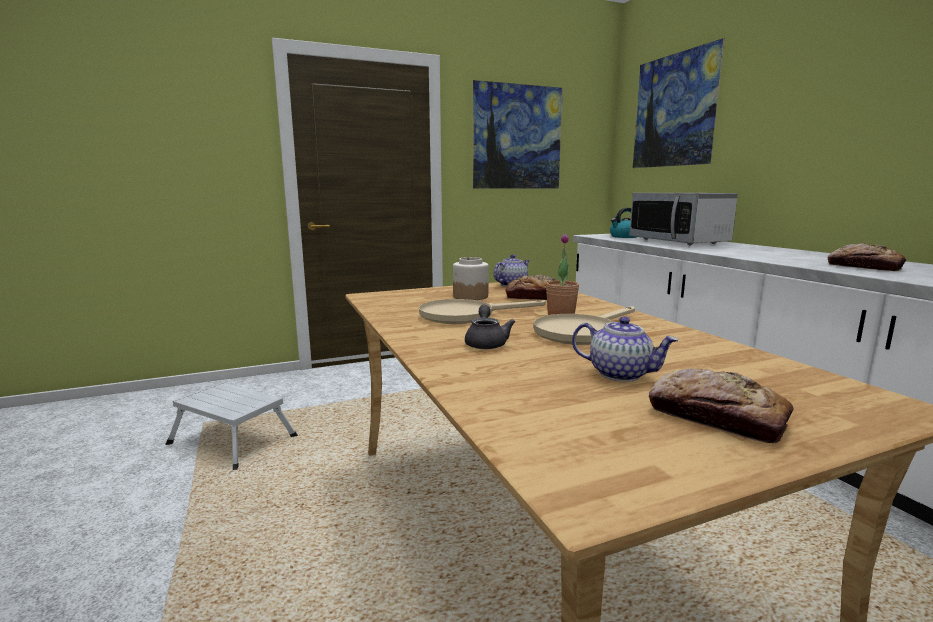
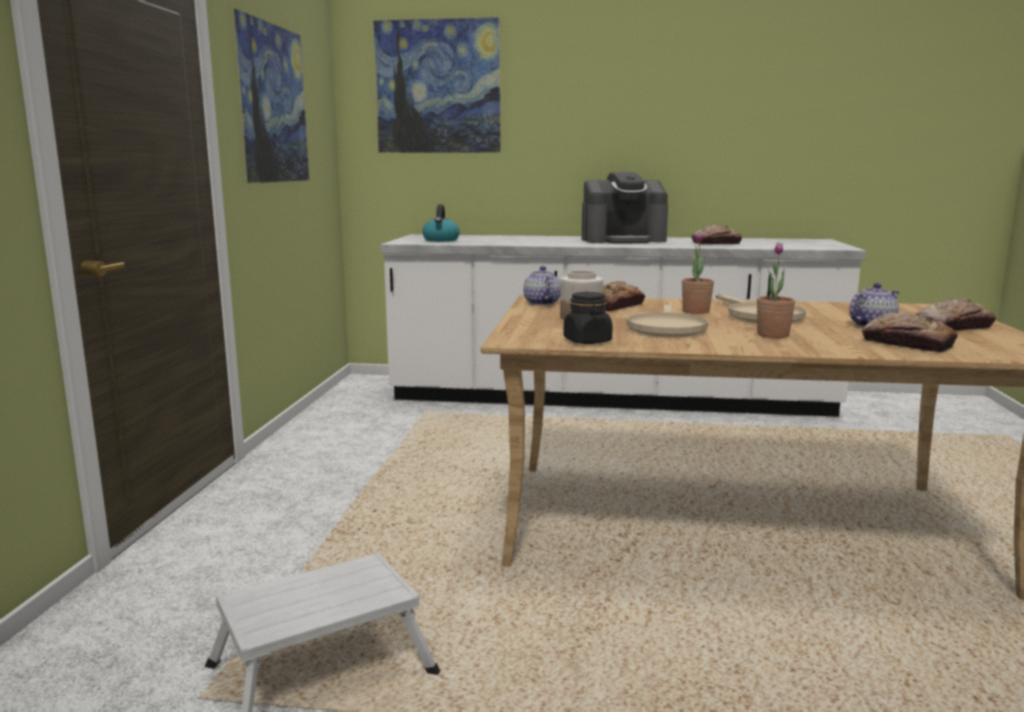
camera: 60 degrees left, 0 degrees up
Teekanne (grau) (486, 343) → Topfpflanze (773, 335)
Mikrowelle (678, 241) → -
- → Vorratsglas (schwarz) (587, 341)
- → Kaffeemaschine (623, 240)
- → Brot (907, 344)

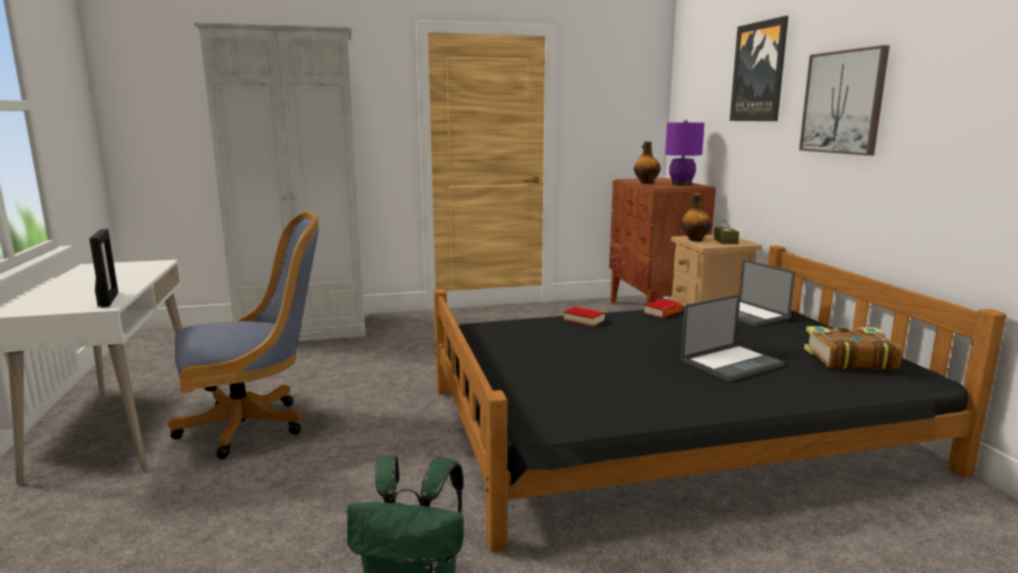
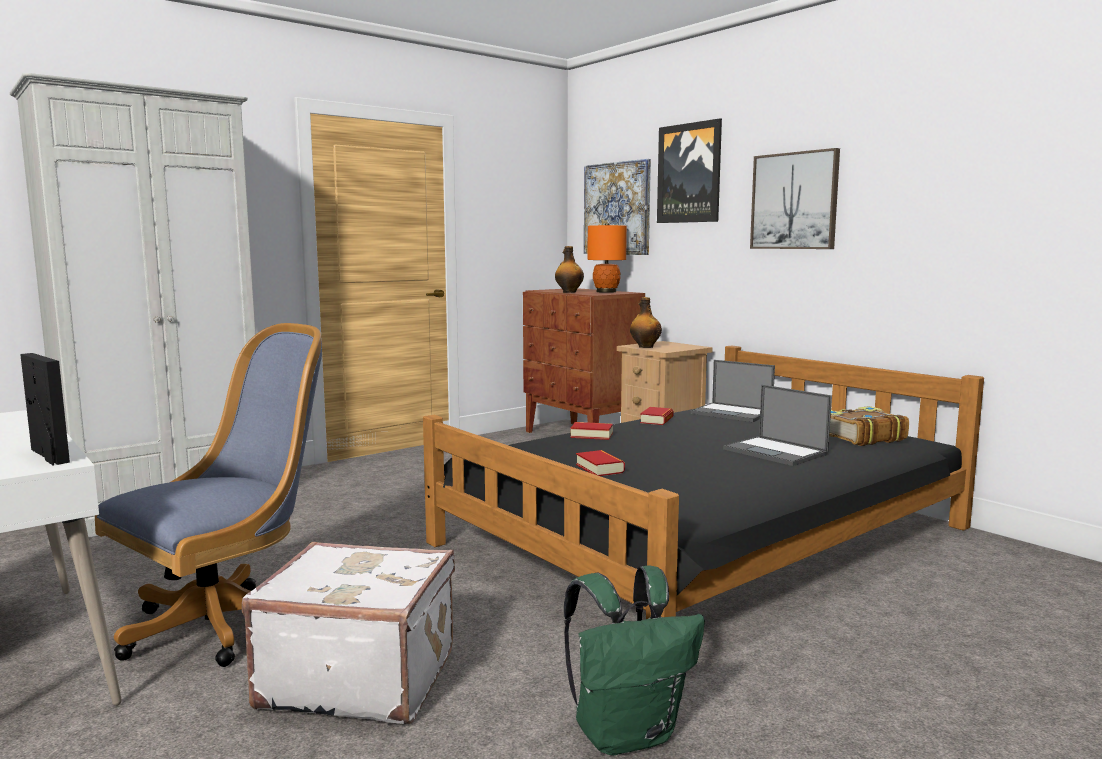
camera: 25 degrees left, 5 degrees down
Tischlampe (lila) (681, 184) → Tischlampe (orange) (606, 291)
Laptop (732, 362) → Laptop (776, 452), 105 degrees clockwise
Taschentuchbox (braun) (725, 241) → -
- → Koffer (weiß) (360, 677)
- → Buch (599, 468)
- → Bild (617, 208)

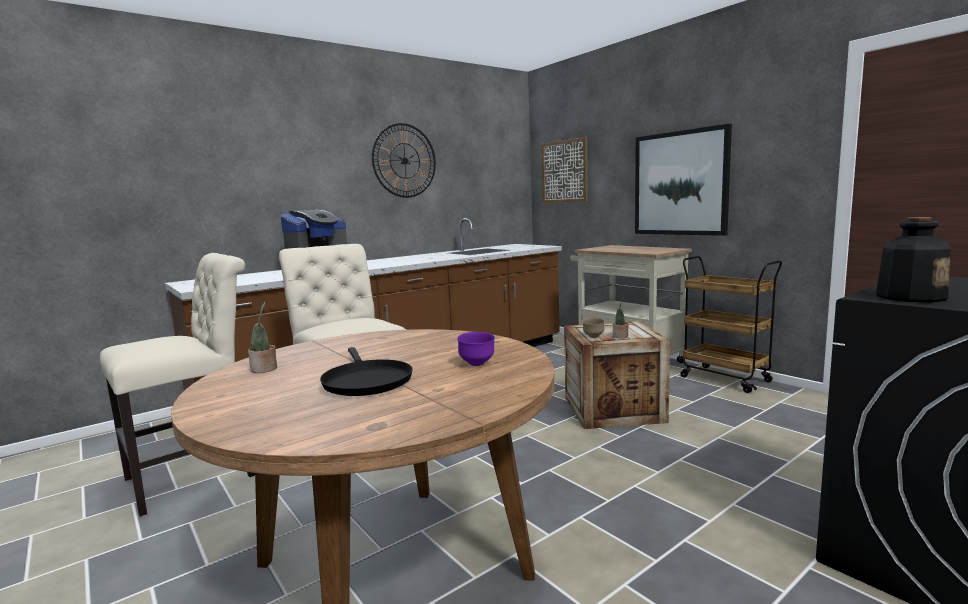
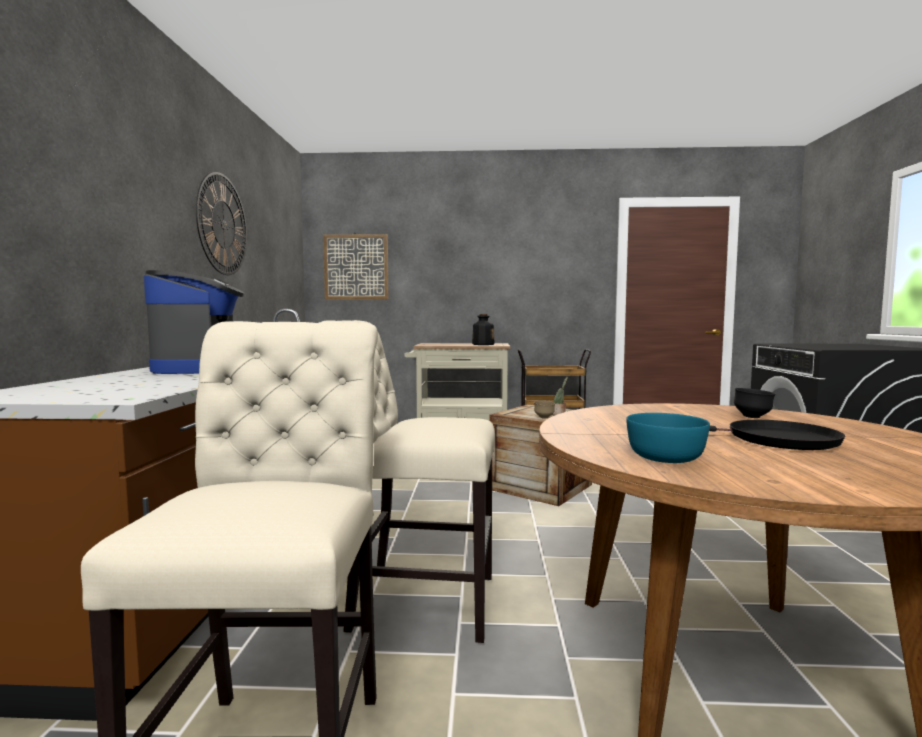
camera: 50 degrees left, 5 degrees down
Topfpflanze (265, 369) → Schüssel (türkis) (665, 457)
Schüssel (lila) (477, 364) → Schüssel (schwarz) (753, 417)
Bild (680, 183) → -
Flasche (910, 297) → Flasche (482, 344), shifted

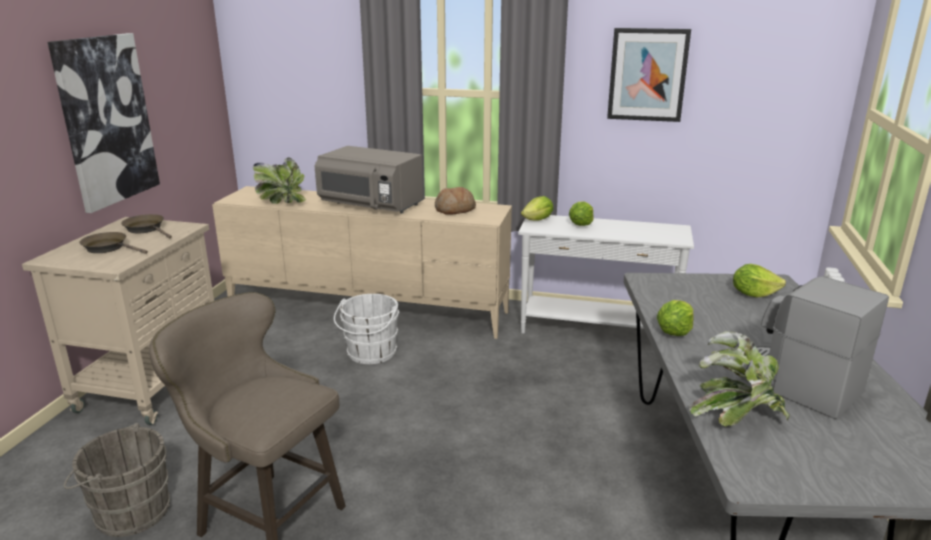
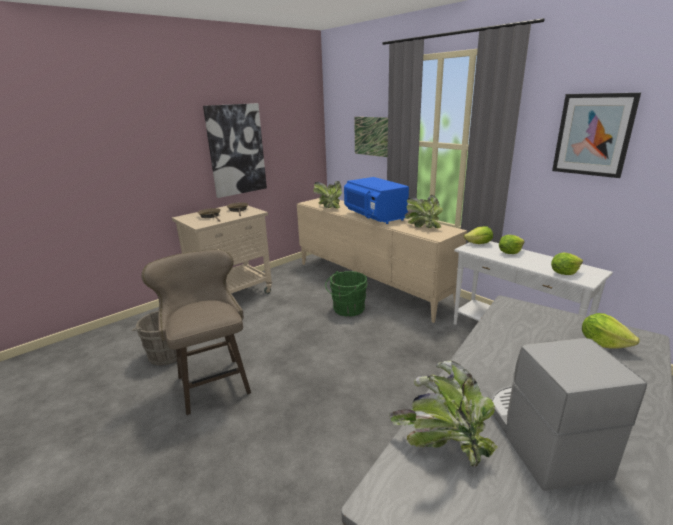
camera: 35 degrees right, 0 degrees up
Mikrowelle (grau) (371, 206) → Mikrowelle (blau) (375, 216)
Eimer (weiß) (370, 354) → Eimer (grün) (347, 309)
Brot (455, 210) → Topfpflanze (423, 227)
Salatkopf (674, 332) → Salatkopf (564, 273), shifted
- → Bild (371, 136)

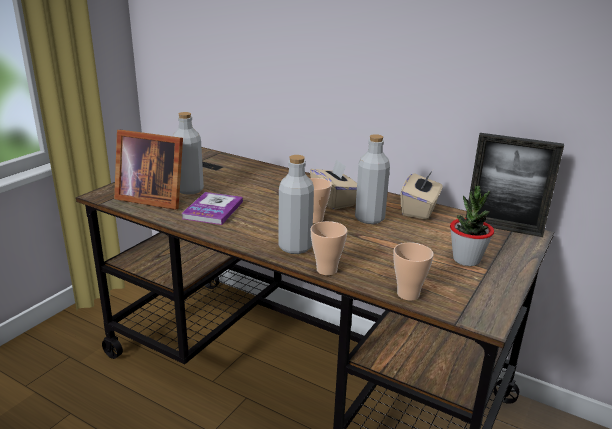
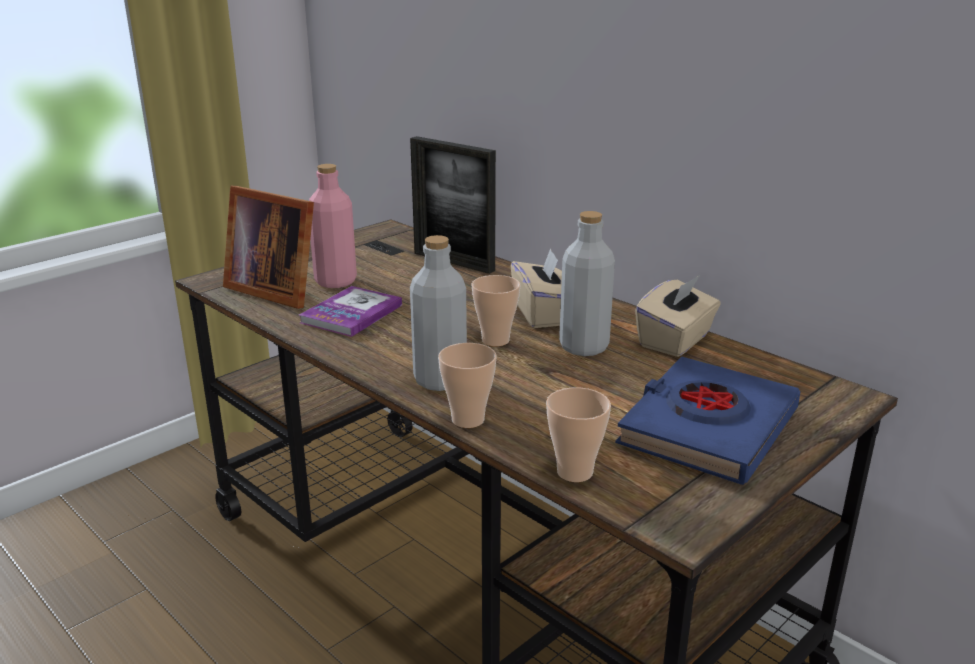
camera: 15 degrees right, 0 degrees up
Flasche (grau) (189, 190) → Flasche (rosa) (335, 281)
Topfpflanze (466, 260) → Buch (blau) (707, 428)
Bilderrahmen (503, 228) → Bilderrahmen (453, 262), shifted

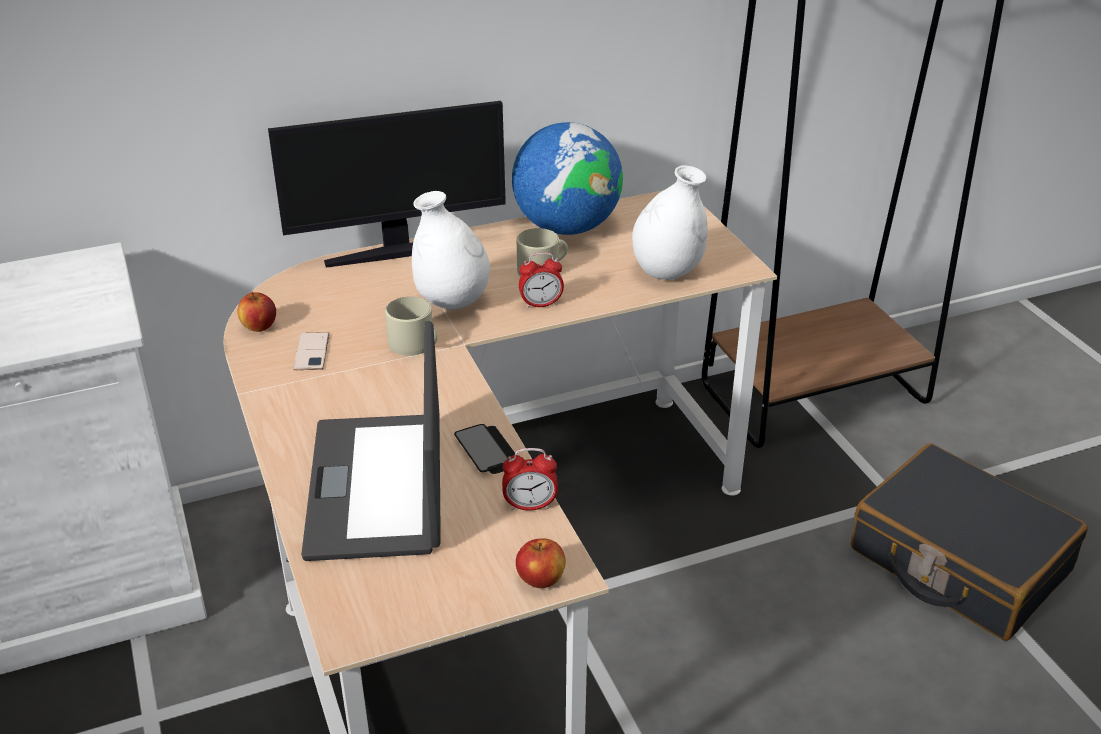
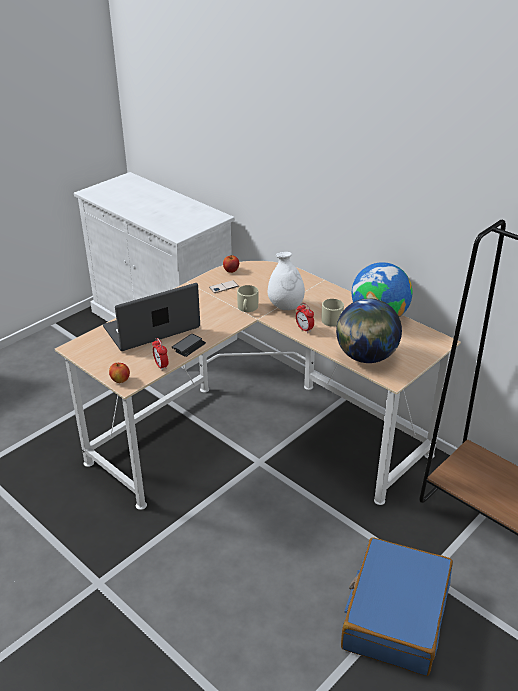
camera: 65 degrees right, 0 degrees up
Monitor (398, 251) → -
Vase (weiß) (667, 272) → Globus (366, 357)
Koffer (schwarz) (958, 561) → Koffer (blau) (395, 615)

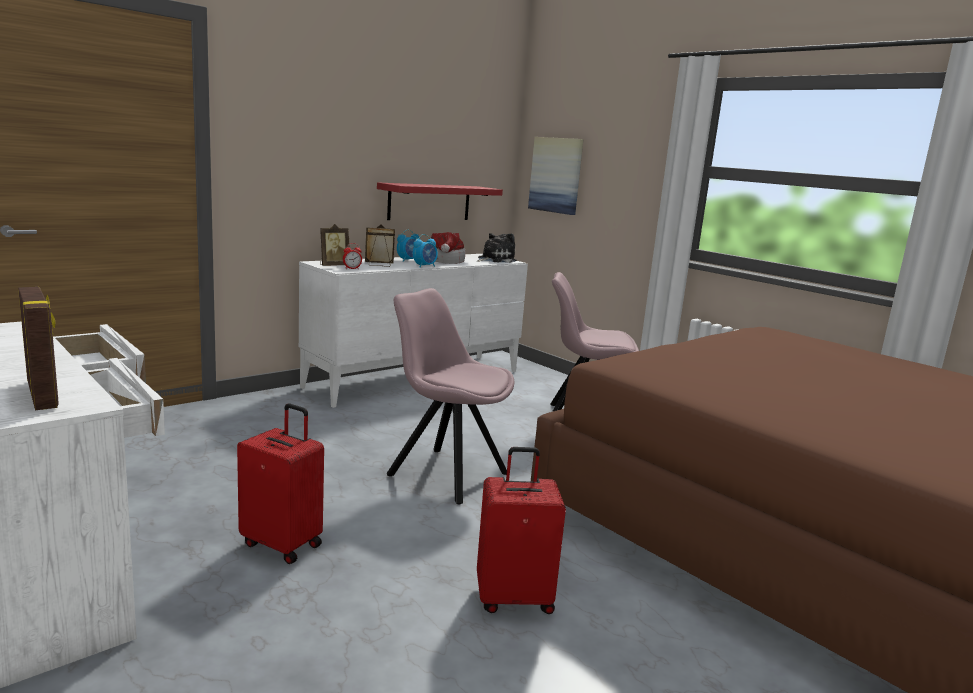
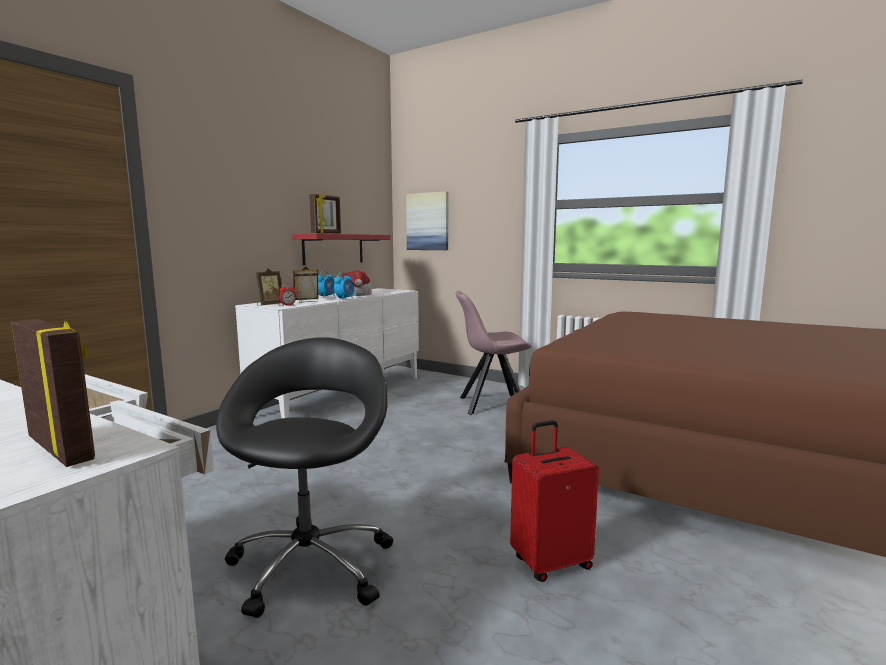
camera: 15 degrees left, 5 degrees down
Koffer (rot) (283, 544) → Bürostuhl (schwarz) (312, 564)
Stuhl (rosa) (446, 474) → -
Plüschtier (494, 260) → -
- → Bilderrahmen (327, 233)

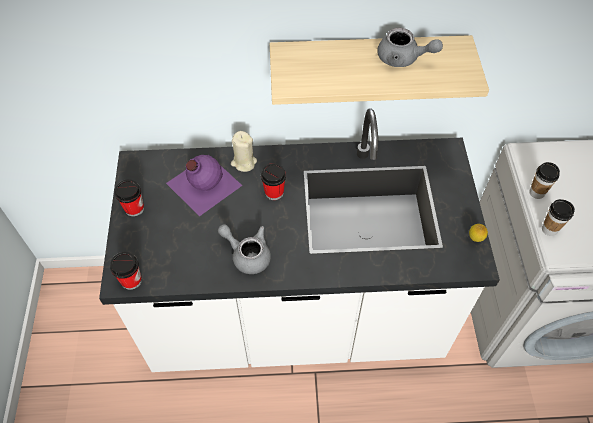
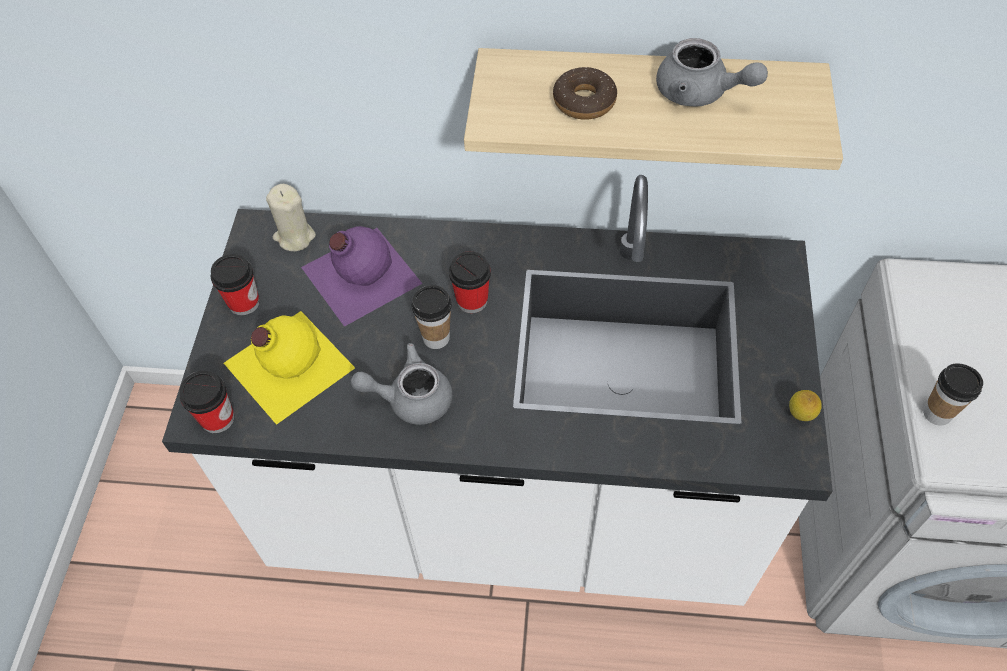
camera: 10 degrees right, 0 degrees up
Teekanne (grau) (247, 255) → Teekanne (grau) (410, 398), 45 degrees counterclockwise
Kerze (beige) (243, 162) → Kerze (beige) (294, 236), shifted
Tasse (536, 192) → Tasse (436, 338), shifted
- → Flasche (gelb) (286, 365)
- → Donut (584, 101)

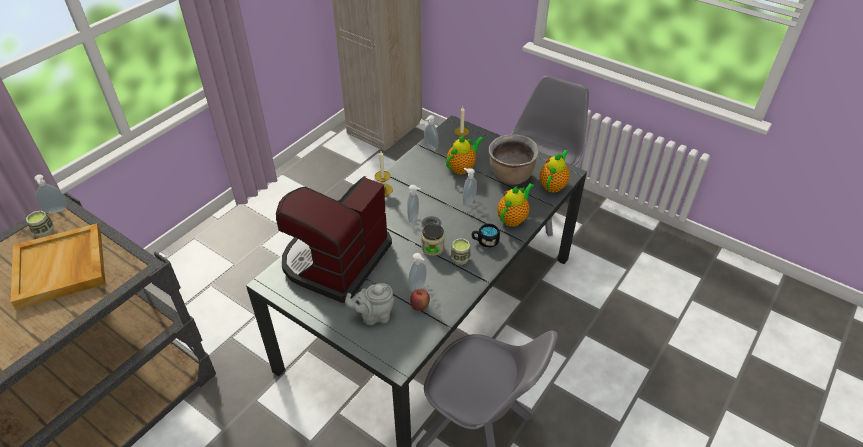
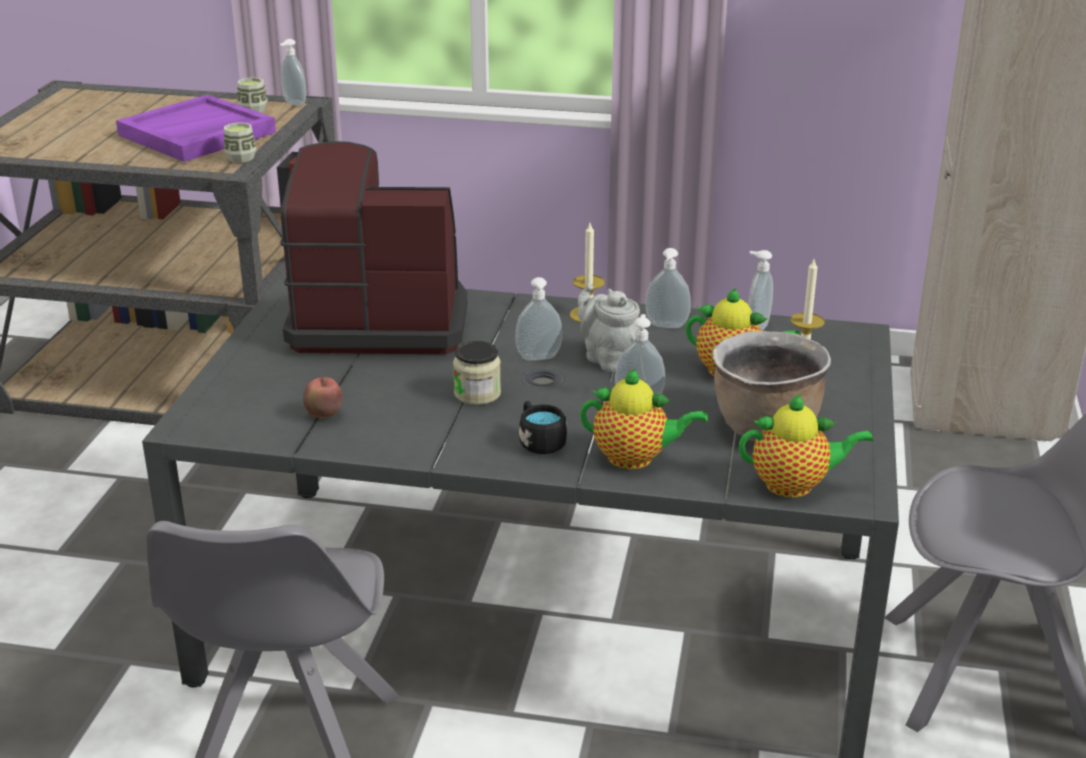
camera: 65 degrees right, 15 degrees down
Tablett (beige) (61, 268) → Tablett (lila) (197, 134)
Teekanne (grau) (374, 316) → Teekanne (grau) (608, 358), shifted
Seifenspender (418, 287) → Seifenspender (666, 326), shifted
Tasse (460, 259) → Tasse (241, 158), shifted

